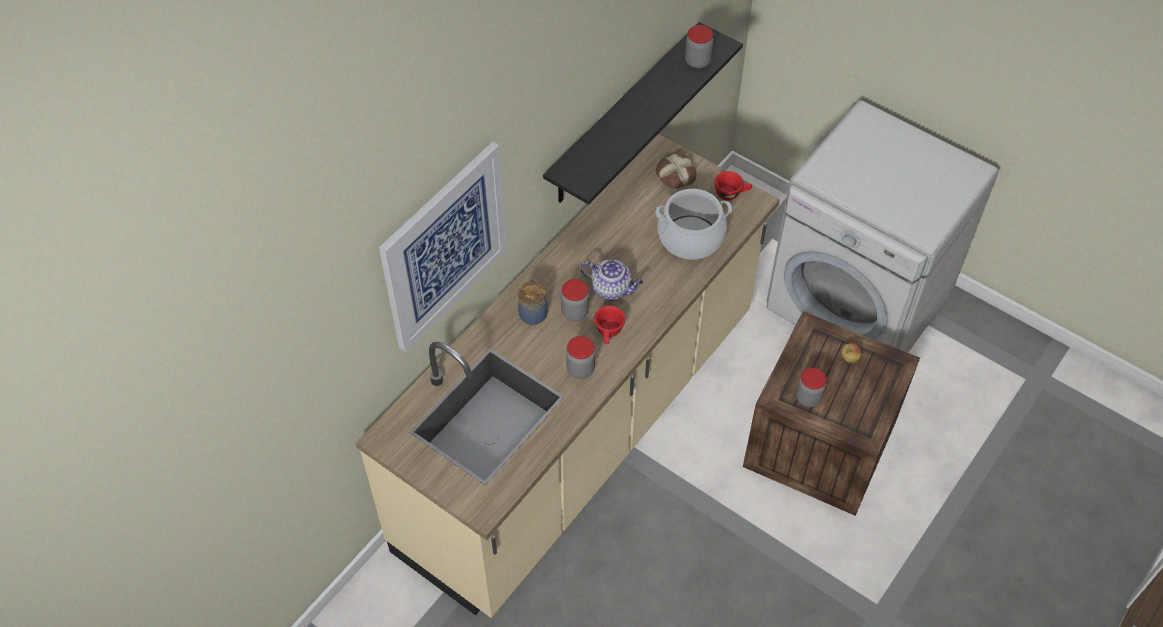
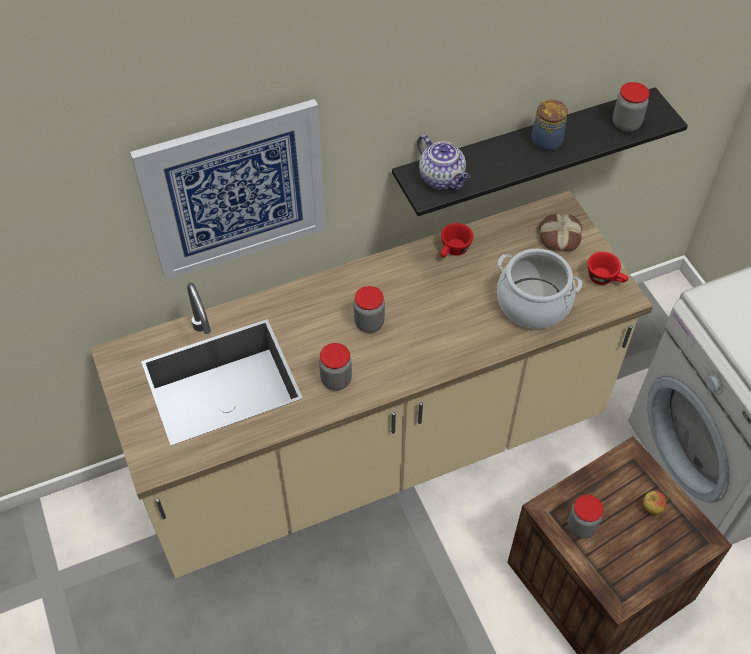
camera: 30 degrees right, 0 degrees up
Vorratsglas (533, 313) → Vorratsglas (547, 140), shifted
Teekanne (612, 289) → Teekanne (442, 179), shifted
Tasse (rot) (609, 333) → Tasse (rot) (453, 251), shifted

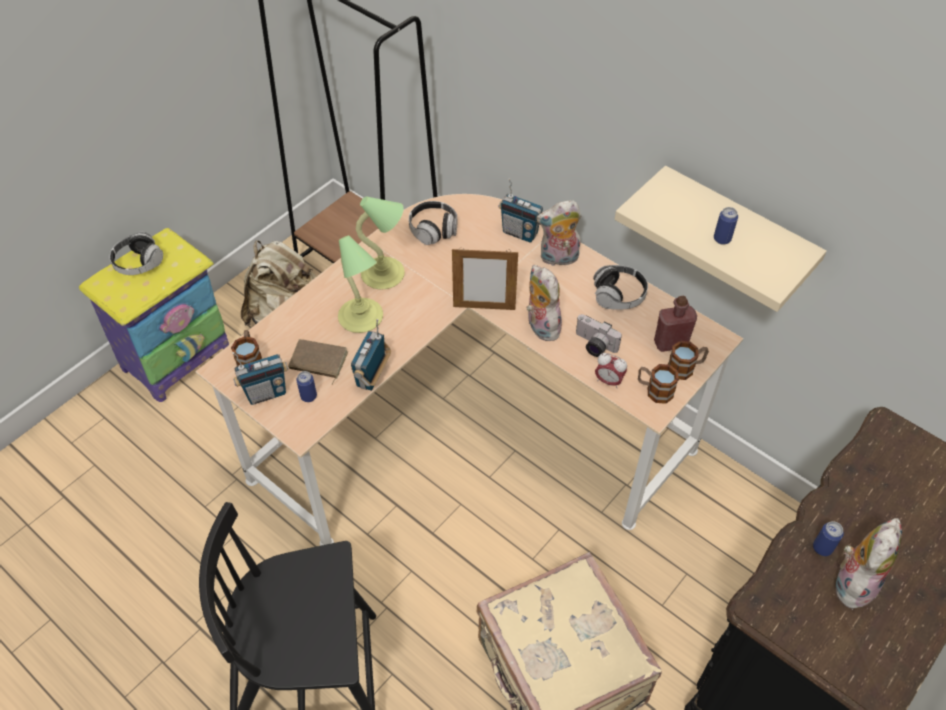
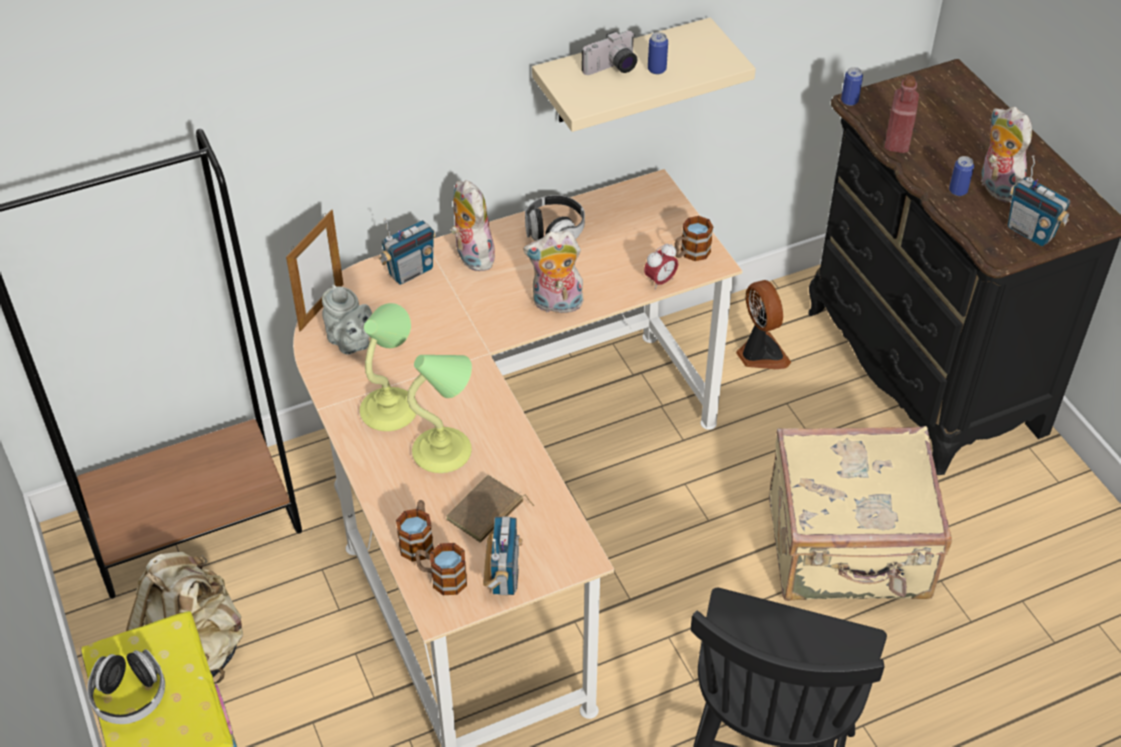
camera: 65 degrees left, 5 degrees down
Dose (308, 396) → Dose (849, 101), shifted
Radio (372, 376) → Radio (1030, 232), shifted
Kopfhörer (433, 230) → Teekanne (grau) (351, 343)
Bilderrahmen (484, 308) → Bilderrahmen (321, 307), shifted
Plüschtier (558, 259) → Plüschtier (471, 256), 135 degrees clockwise
Kamera (593, 345) → Kamera (612, 69), shifted
Flasche (rot) (670, 343) → Flasche (rot) (897, 142), shifted
Henkelbecher (685, 368) → Henkelbecher (418, 540), shifted
- → Ventilator (760, 354)

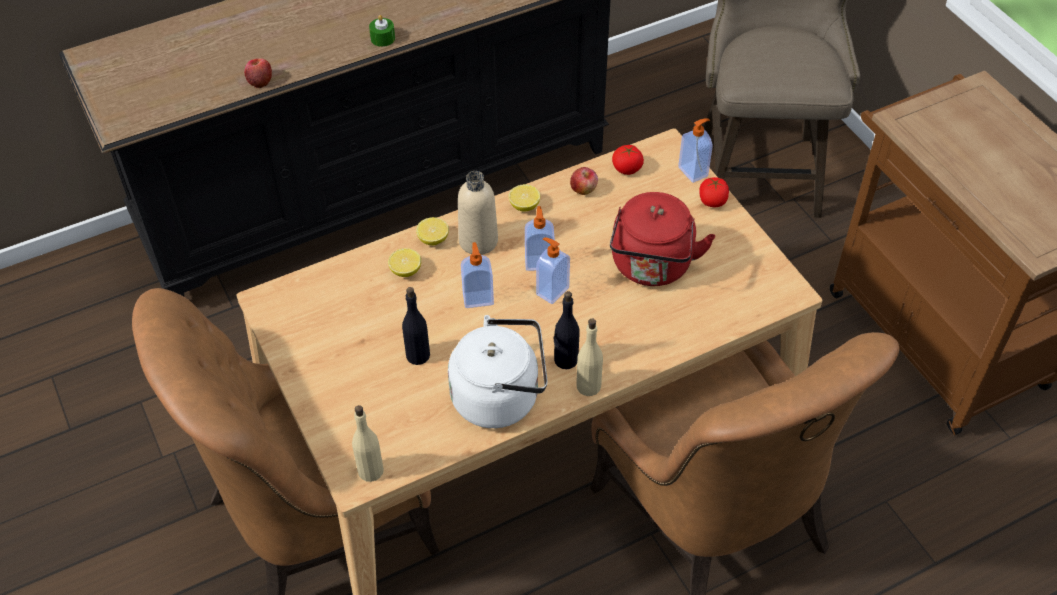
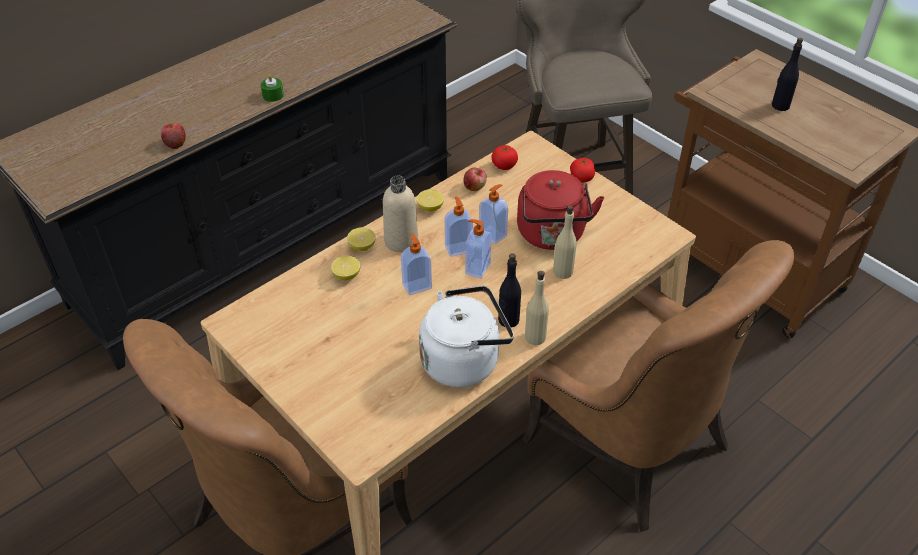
camera: 15 degrees left, 5 degrees down
Flasche (beige) (370, 470) → Flasche (beige) (562, 272), shifted
Flasche (schwarz) (418, 355) → Flasche (schwarz) (780, 105), shifted
Seifenspender (693, 171) → Seifenspender (493, 234), shifted

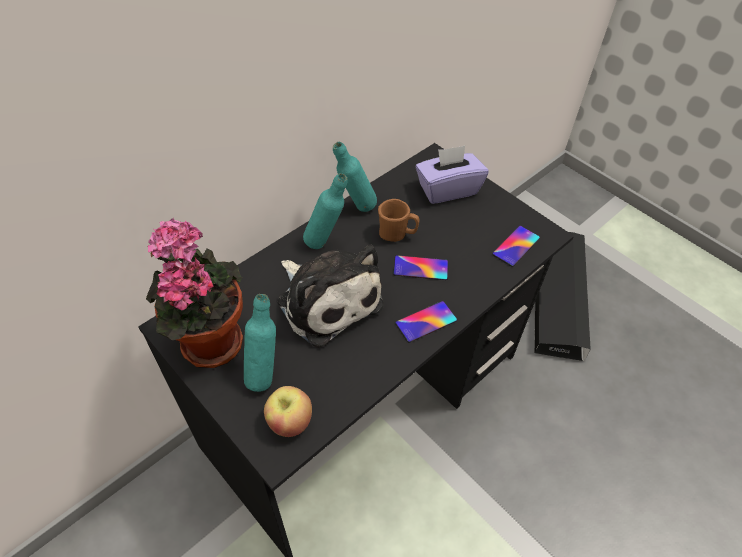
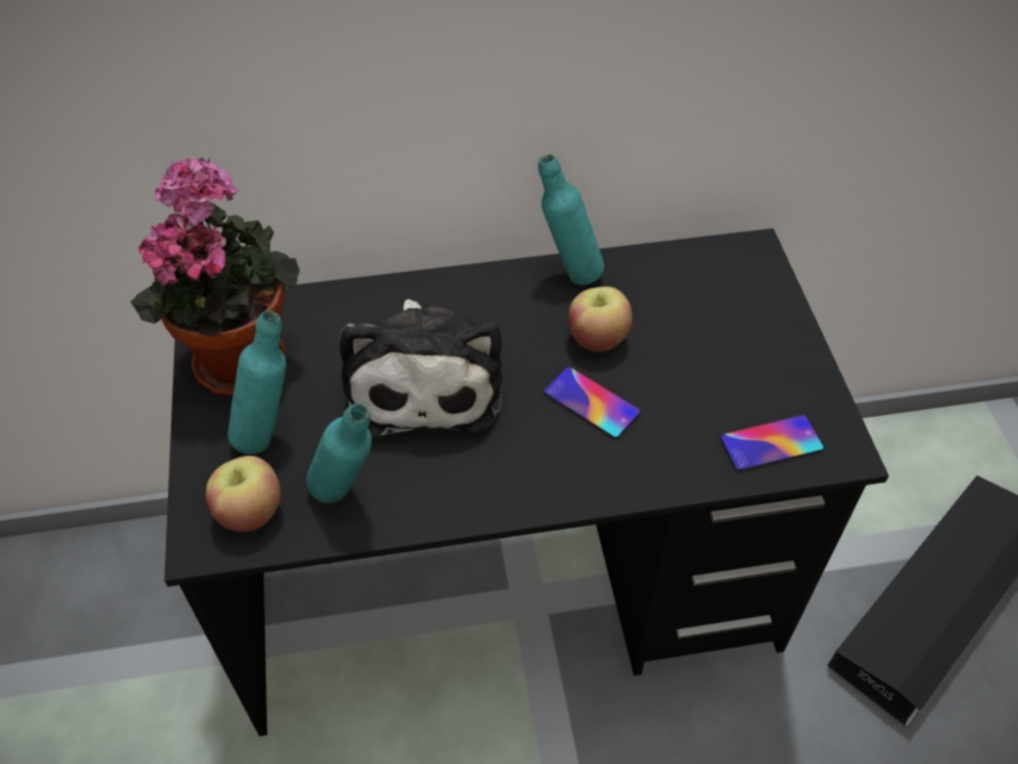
camera: 35 degrees right, 0 degrees up
Flasche (türkis) (326, 242) → Flasche (türkis) (348, 497), shifted
Henkelbecher (braun) (397, 234) → Apfel (597, 338)
Handy (426, 322) → -
Taschentuchbox (lila) (447, 189) → -

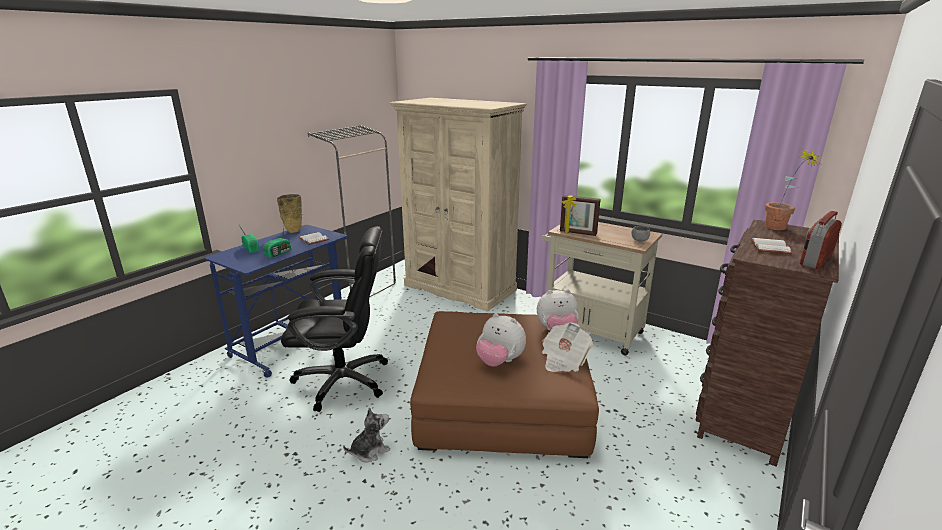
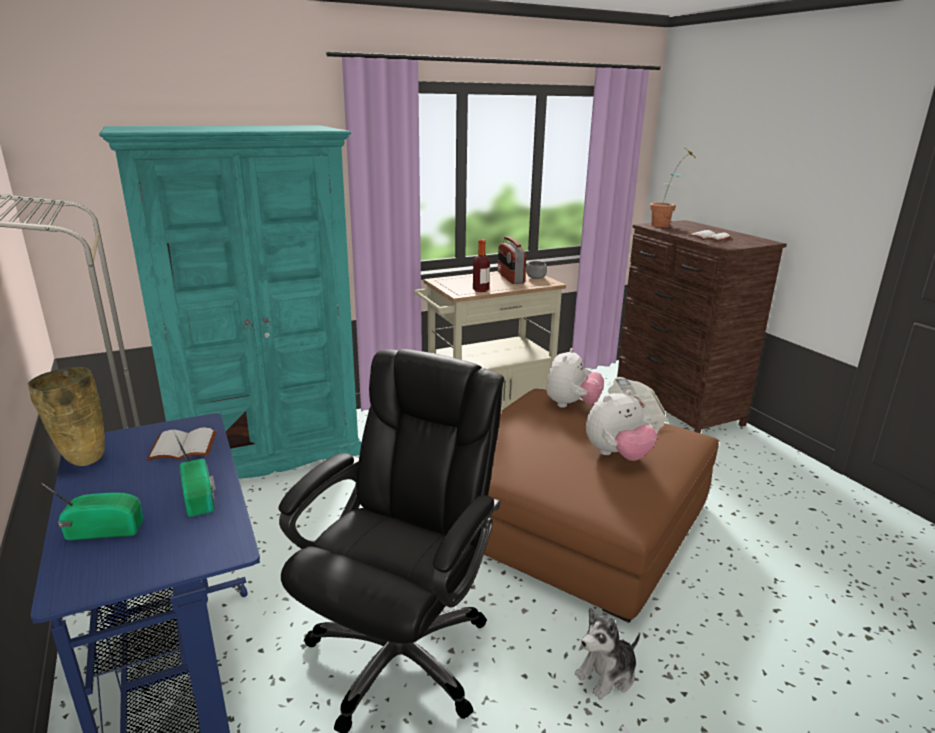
camera: 60 degrees left, 0 degrees up
Plüschtier (369, 451) → Plüschtier (607, 674), 120 degrees counterclockwise
Kleiderschrank (beige) (459, 288) → Kleiderschrank (türkis) (266, 451)
Bilderrahmen (578, 233) → Flasche (480, 290)
Radio (815, 260) → Radio (510, 278), shifted

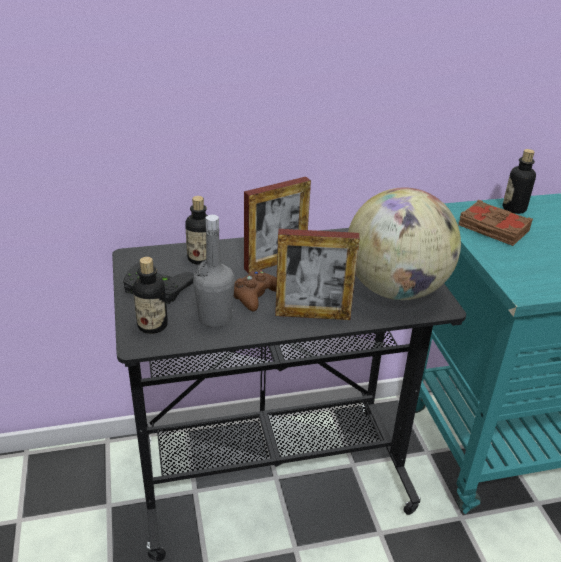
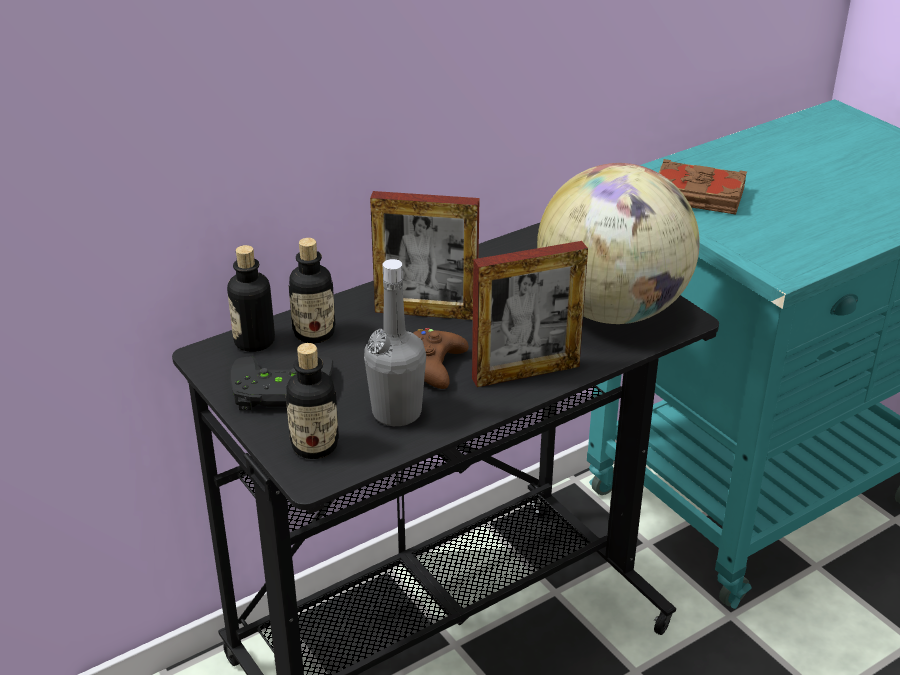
camera: 20 degrees left, 0 degrees up
Bilderrahmen (275, 262) → Bilderrahmen (426, 312), 60 degrees clockwise
Flasche (514, 208) → Flasche (254, 341), shifted

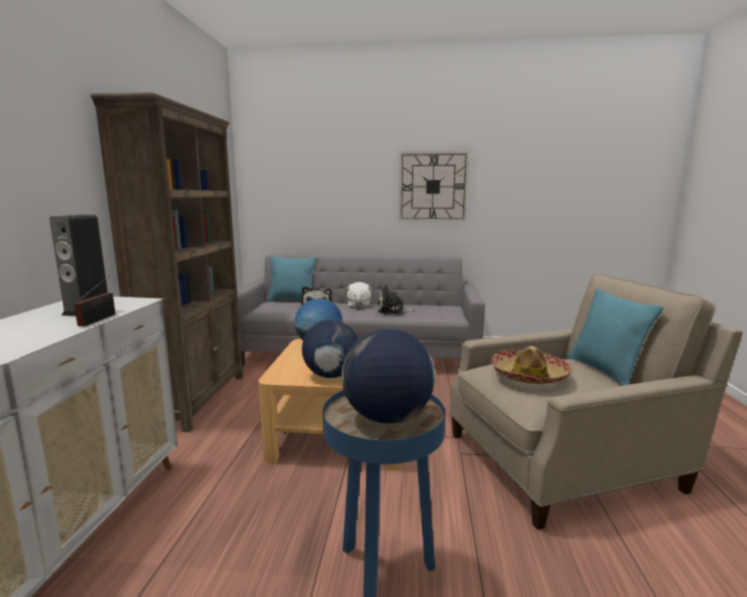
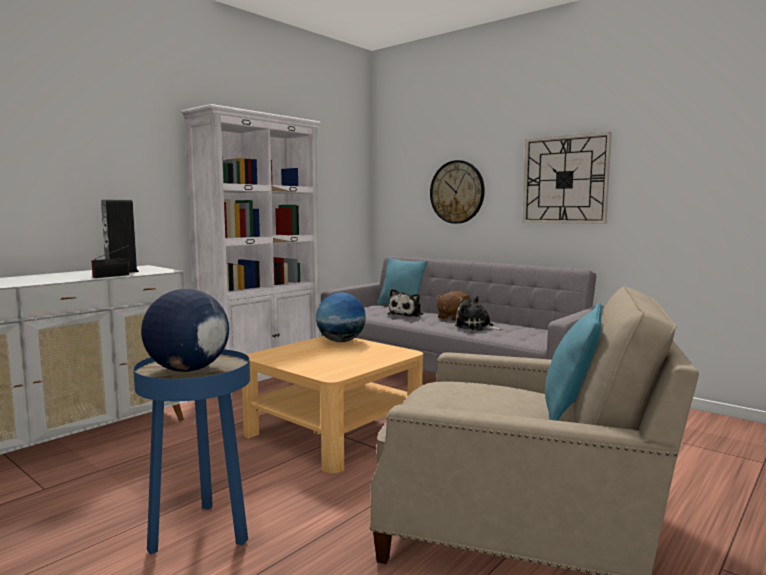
camera: 35 degrees right, 5 degrees down
Bücherregal (braun) (197, 399) → Bücherregal (weiß) (263, 381)
Globus (331, 375) → -
Plüschtier (weiß) (358, 305) → Plüschtier (braun) (453, 318)
Hut (529, 375) → -
- → Wanduhr (457, 192)

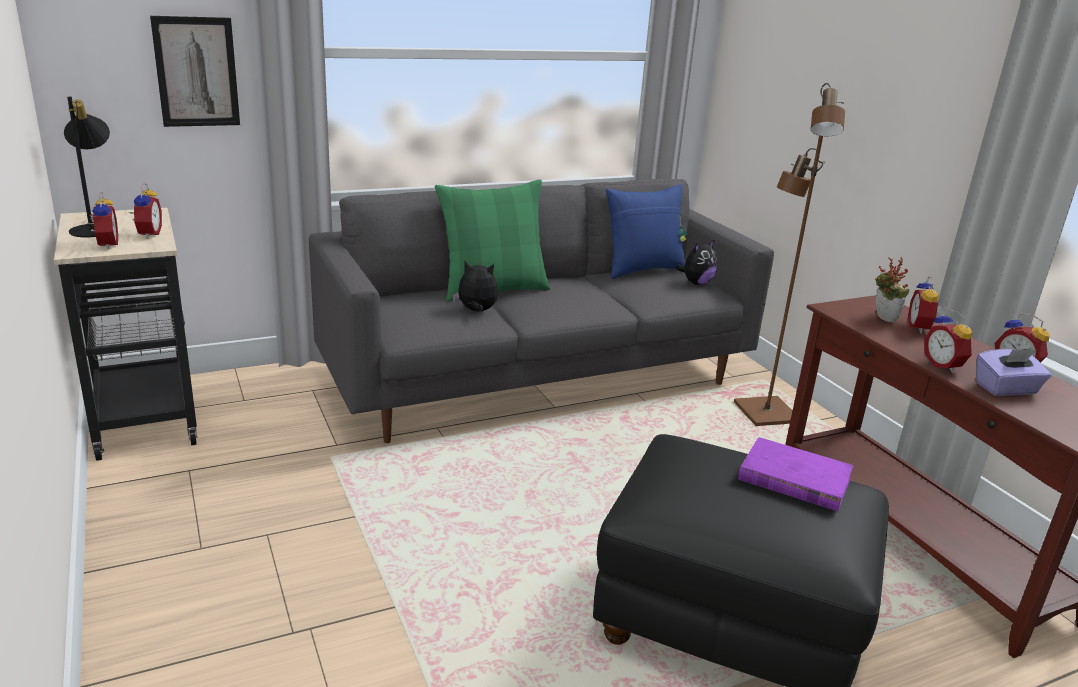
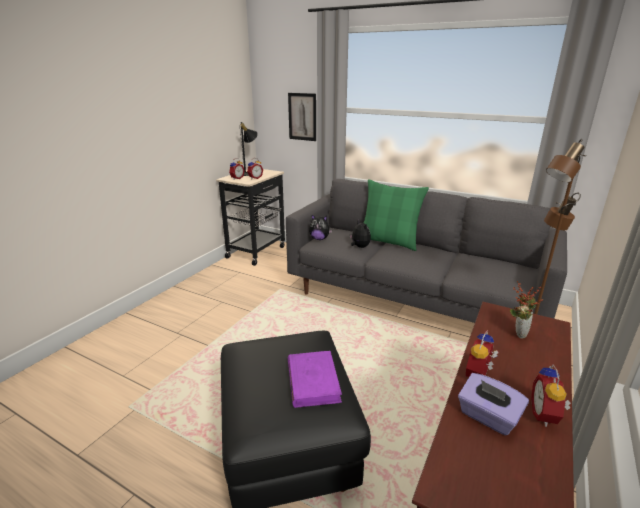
camera: 55 degrees right, 0 degrees up
Kissen (blau) (642, 271) → -
Plüschtier (696, 283) → Plüschtier (319, 239), shifted
Wecker (921, 328) → -

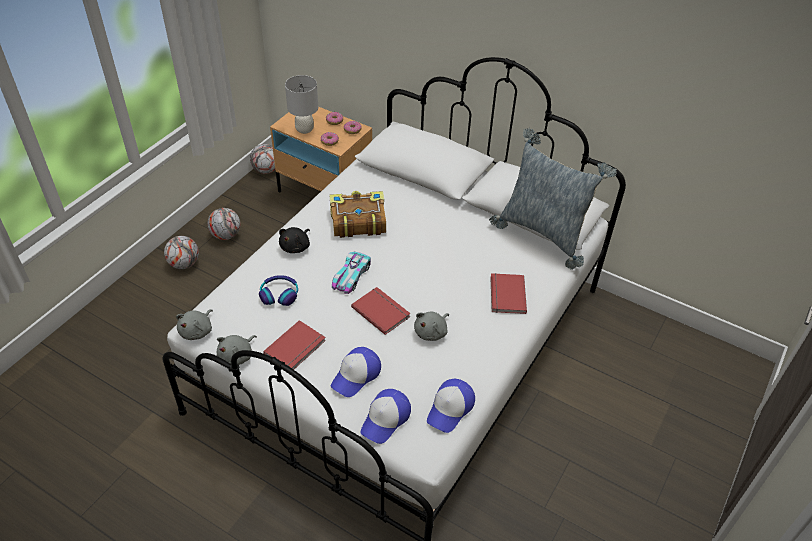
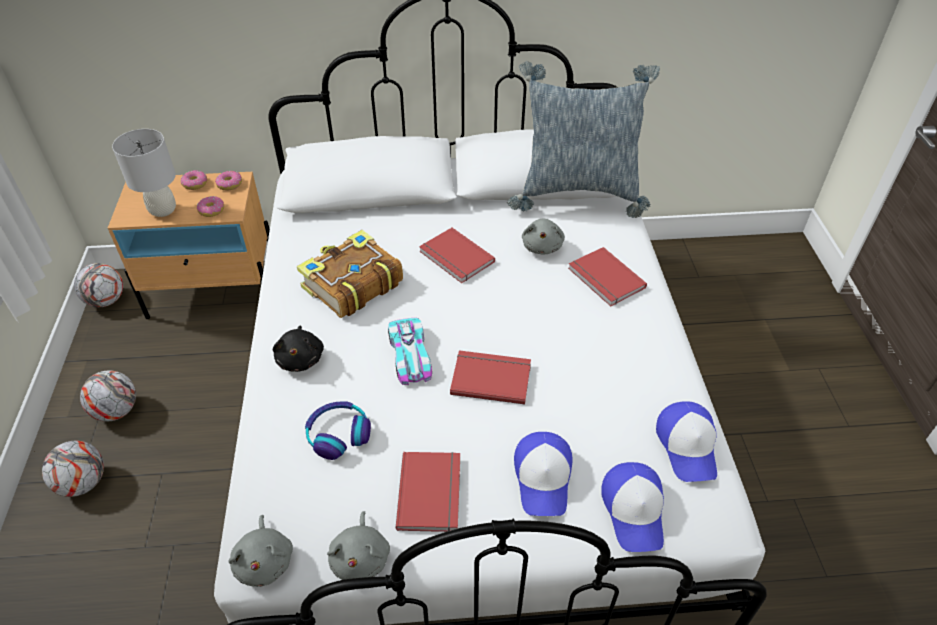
camera: 35 degrees left, 0 degrees up
Plüschtier (grau) (432, 332) → Plüschtier (grau) (542, 246), shifted
- → Buch (rot) (455, 258)

